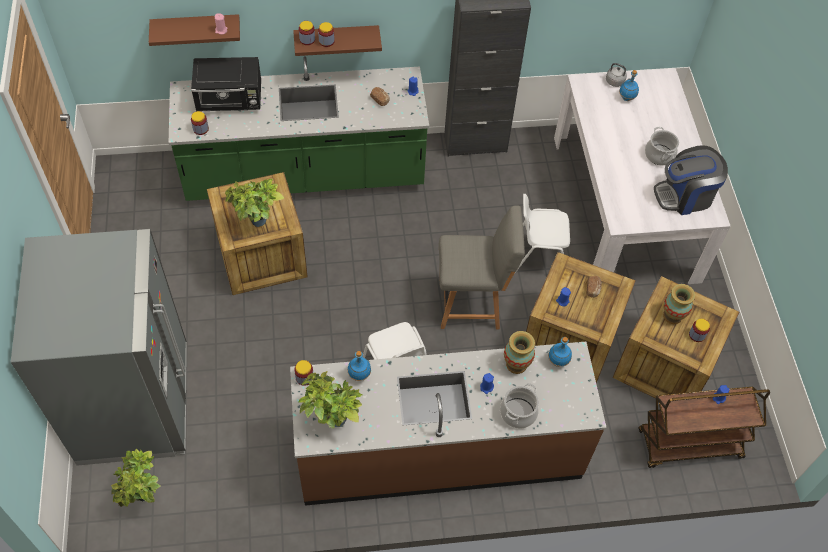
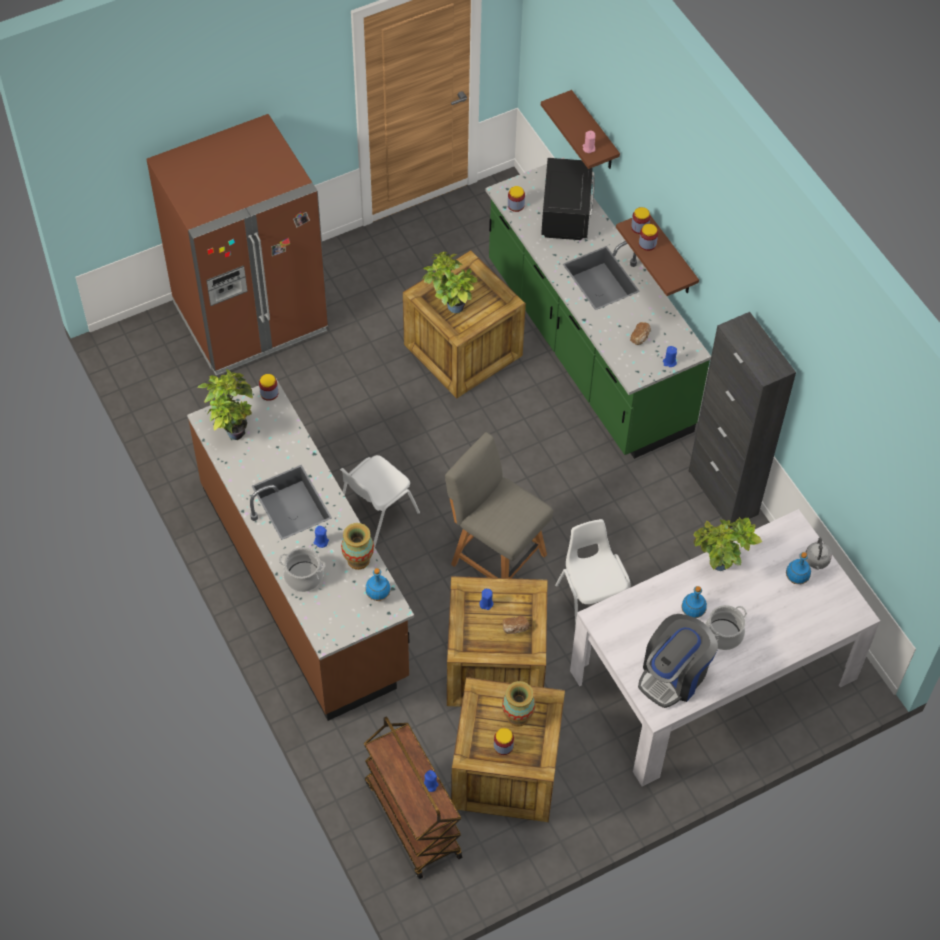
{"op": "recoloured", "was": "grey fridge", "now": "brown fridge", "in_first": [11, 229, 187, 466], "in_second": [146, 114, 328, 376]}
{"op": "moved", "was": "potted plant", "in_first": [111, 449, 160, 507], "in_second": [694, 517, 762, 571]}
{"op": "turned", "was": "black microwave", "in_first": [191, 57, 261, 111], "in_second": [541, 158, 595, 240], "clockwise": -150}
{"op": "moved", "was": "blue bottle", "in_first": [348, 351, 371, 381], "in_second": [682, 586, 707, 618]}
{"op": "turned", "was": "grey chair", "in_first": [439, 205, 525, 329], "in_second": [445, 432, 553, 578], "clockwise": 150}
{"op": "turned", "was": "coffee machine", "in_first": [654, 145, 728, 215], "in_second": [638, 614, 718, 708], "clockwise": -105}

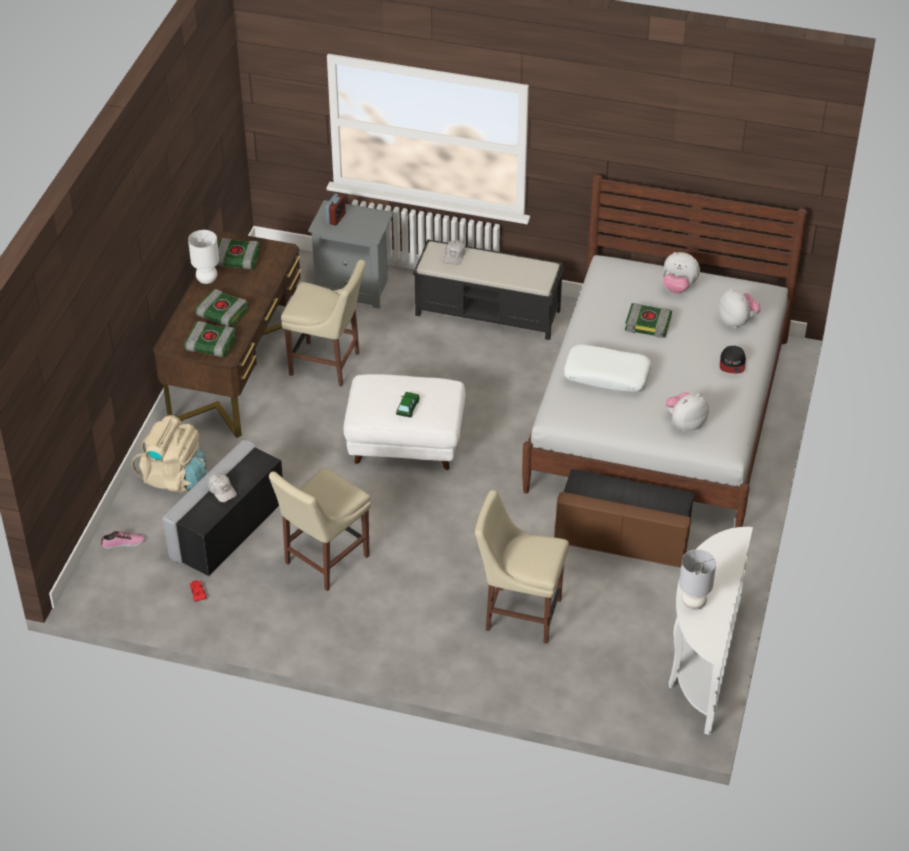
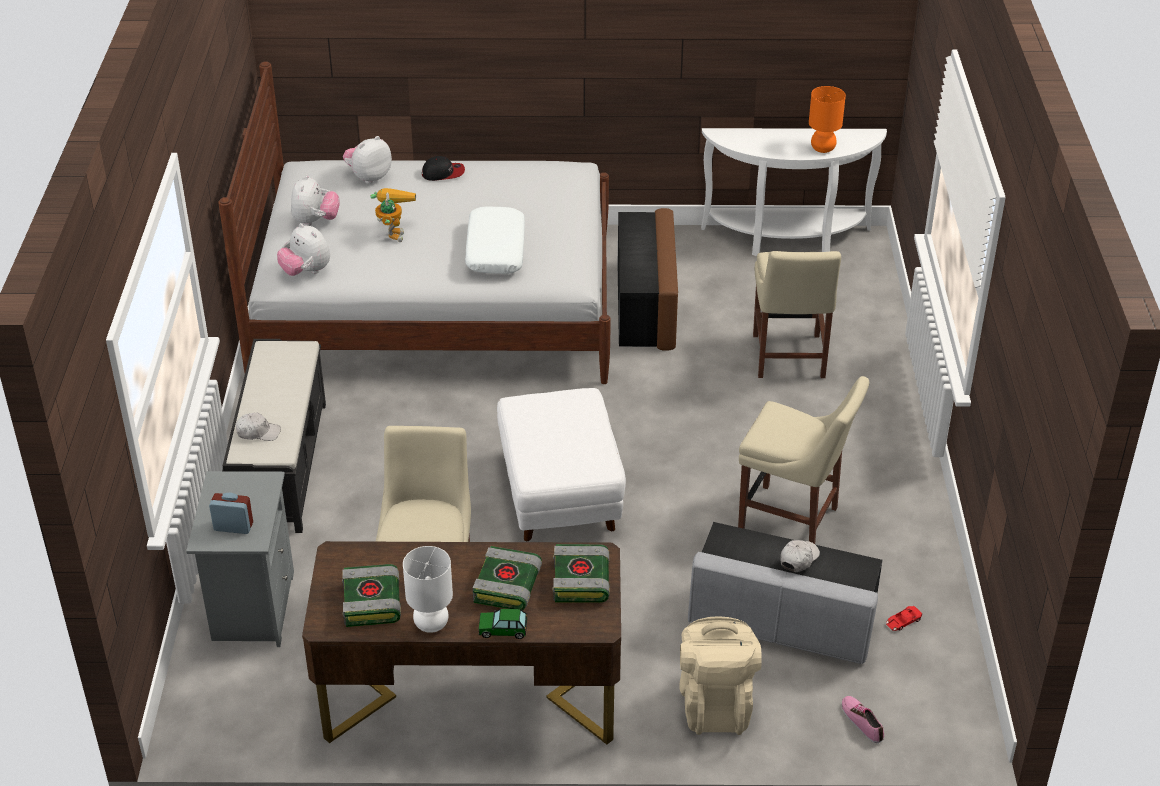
{"op": "moved", "was": "toy car", "in_first": [396, 392, 419, 418], "in_second": [478, 609, 527, 639]}
{"op": "replaced", "was": "book", "now": "toy robot", "in_first": [625, 303, 672, 338], "in_second": [370, 188, 416, 242]}
{"op": "moved", "was": "plush toy", "in_first": [666, 392, 709, 431], "in_second": [277, 223, 330, 276]}
{"op": "recoloured", "was": "grey table lamp", "now": "orange table lamp", "in_first": [679, 549, 716, 610], "in_second": [809, 86, 846, 153]}

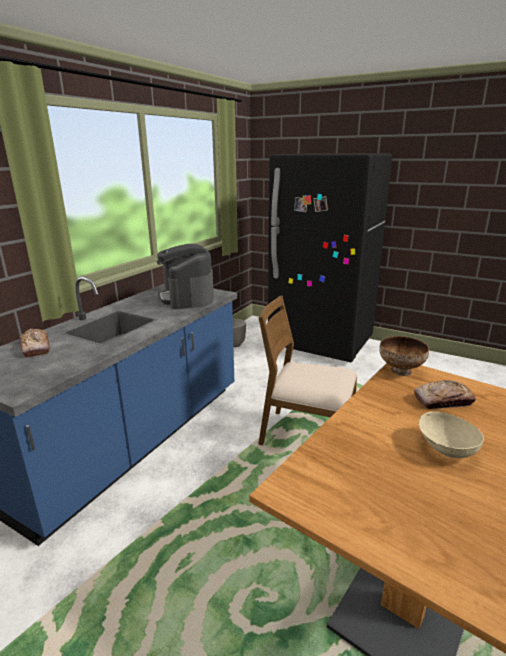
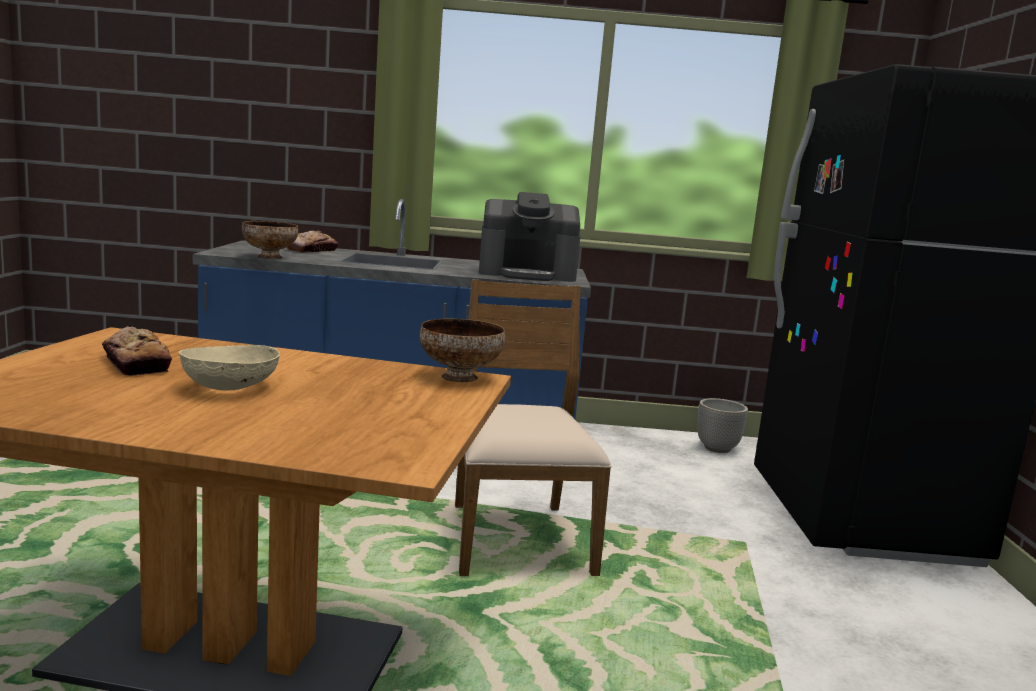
{"op": "turned", "was": "coffee machine", "in_first": [157, 244, 214, 309], "in_second": [479, 192, 580, 282], "clockwise": -135}
{"op": "moved", "was": "bread", "in_first": [414, 380, 476, 409], "in_second": [102, 326, 172, 376]}
{"op": "added", "now": "bowl", "in_second": [242, 221, 298, 259]}

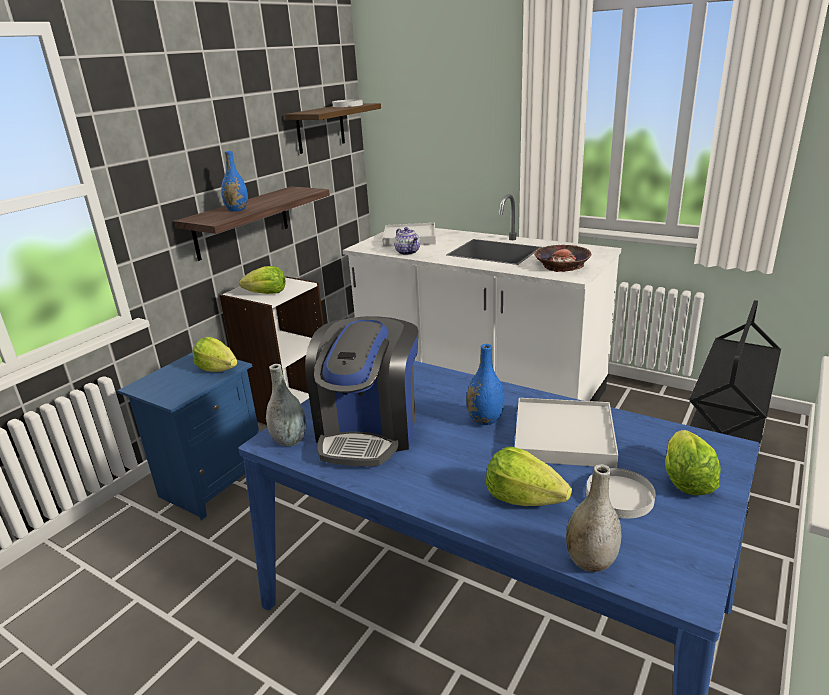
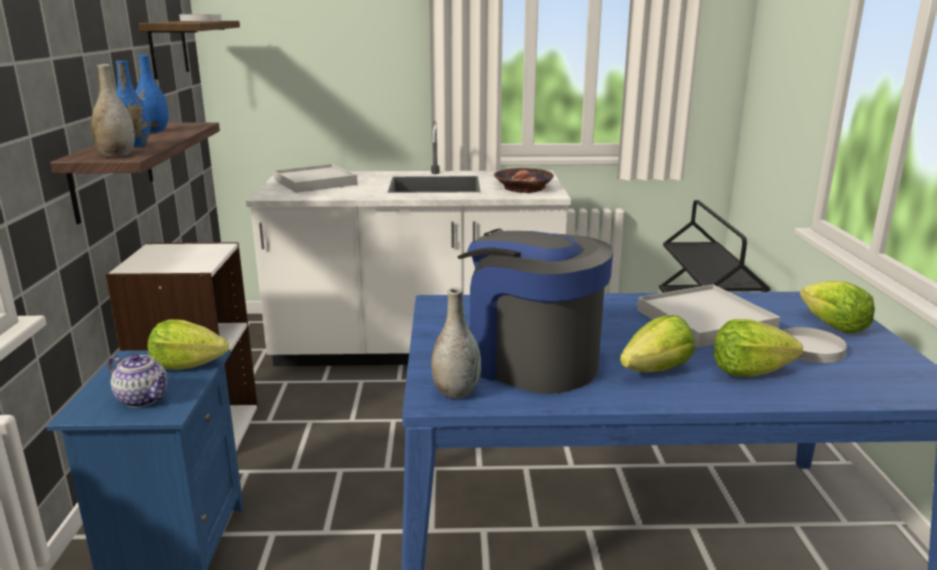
{"op": "moved", "was": "lettuce", "in_first": [239, 266, 286, 294], "in_second": [620, 315, 695, 372]}
{"op": "turned", "was": "coffee machine", "in_first": [305, 316, 418, 466], "in_second": [457, 229, 613, 394], "clockwise": 150}
{"op": "moved", "was": "teapot", "in_first": [394, 227, 420, 255], "in_second": [108, 353, 168, 407]}
{"op": "moved", "was": "blue vase", "in_first": [467, 344, 504, 425], "in_second": [135, 55, 168, 132]}
{"op": "moved", "was": "grey vase", "in_first": [566, 464, 621, 572], "in_second": [91, 64, 135, 157]}

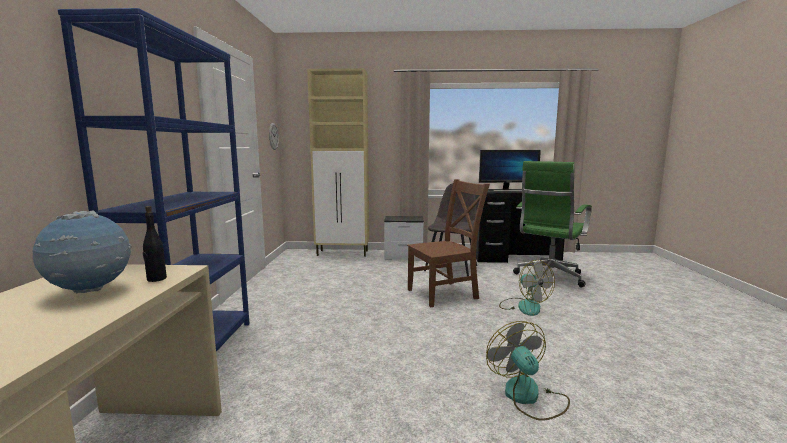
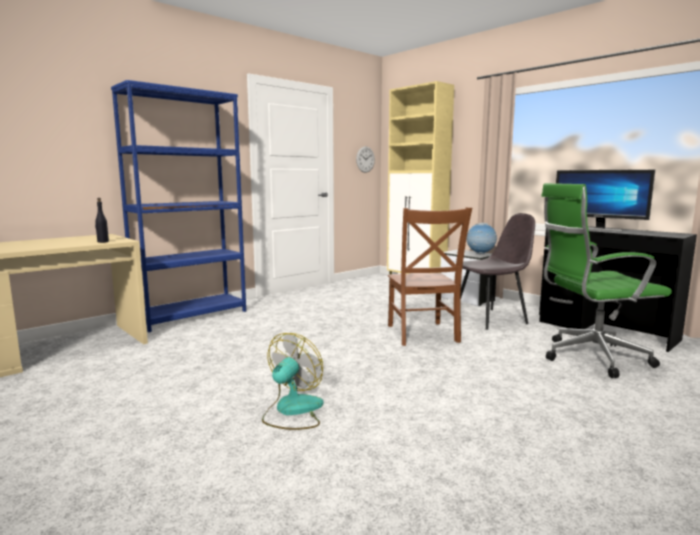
{"op": "moved", "was": "globe", "in_first": [33, 211, 132, 293], "in_second": [466, 223, 497, 254]}
{"op": "turned", "was": "brown chair", "in_first": [407, 179, 490, 307], "in_second": [388, 207, 472, 346], "clockwise": 60}
{"op": "removed", "was": "fan", "in_first": [499, 260, 555, 316]}

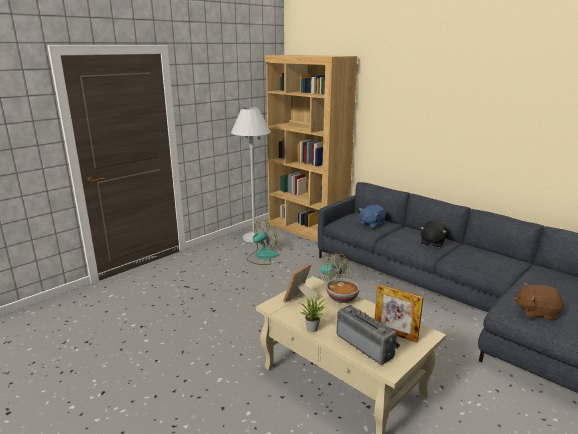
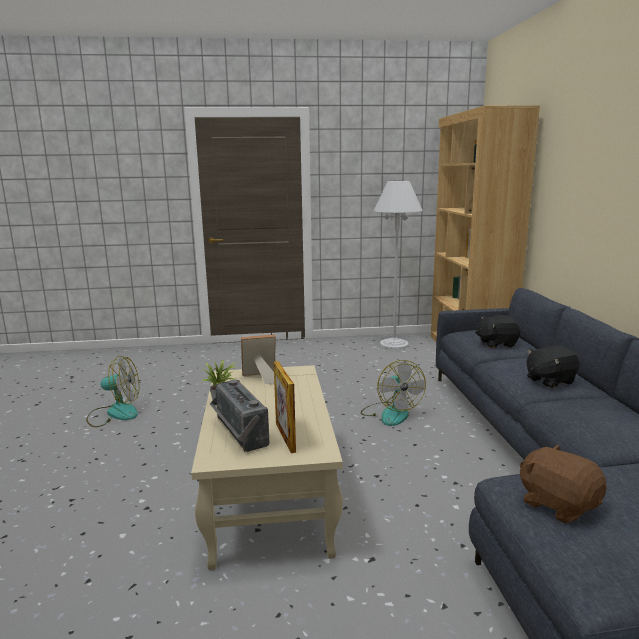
{"op": "moved", "was": "fan", "in_first": [247, 220, 279, 265], "in_second": [86, 356, 139, 427]}
{"op": "removed", "was": "bowl", "in_first": [326, 278, 360, 303]}
{"op": "turned", "was": "radio", "in_first": [337, 305, 400, 365], "in_second": [210, 380, 269, 452], "clockwise": 150}
{"op": "recoloured", "was": "blue plush toy", "now": "black plush toy", "in_first": [359, 205, 386, 229], "in_second": [475, 315, 521, 348]}

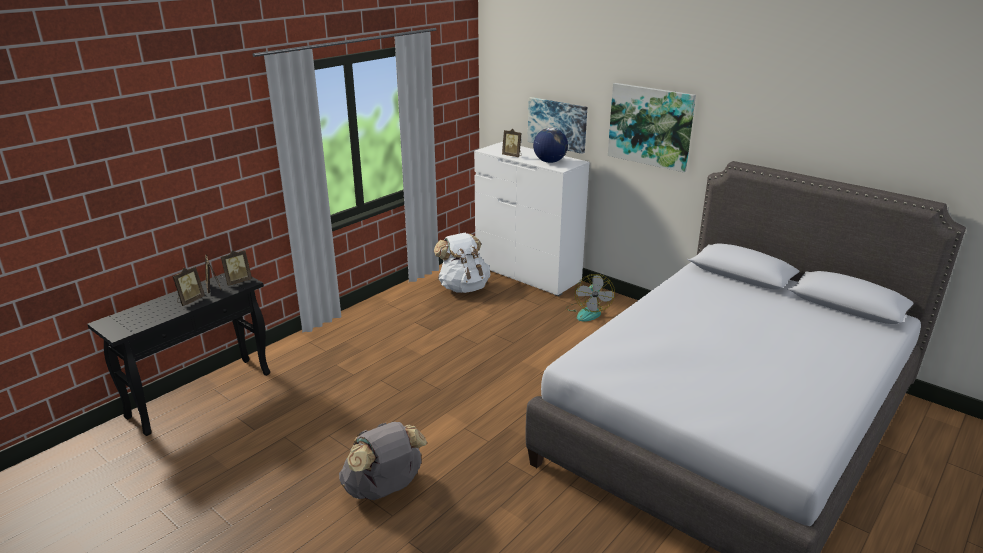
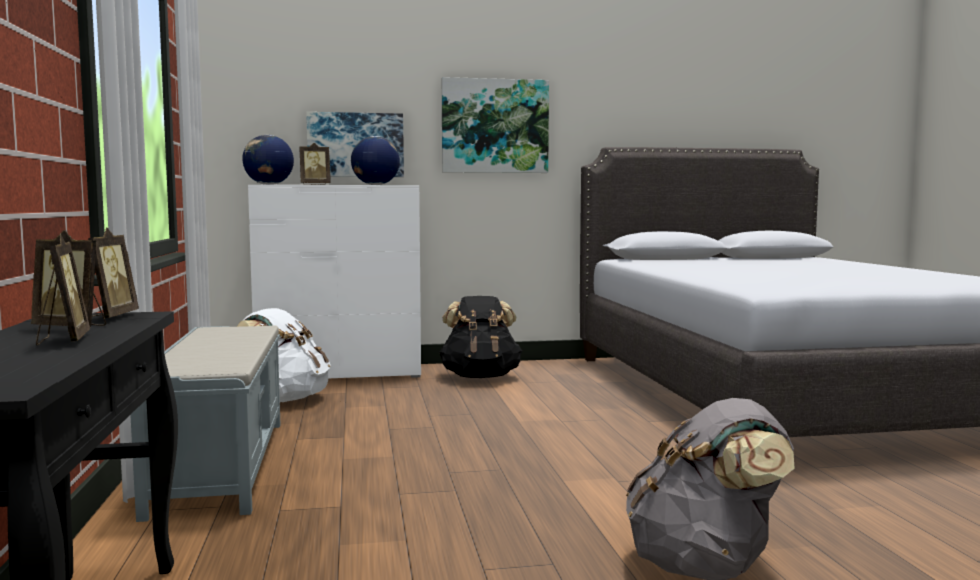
{"op": "replaced", "was": "fan", "now": "black backpack", "in_first": [566, 274, 615, 322], "in_second": [439, 296, 522, 378]}
{"op": "added", "now": "grey bench", "in_second": [130, 326, 280, 522]}
{"op": "added", "now": "globe", "in_second": [242, 135, 294, 185]}

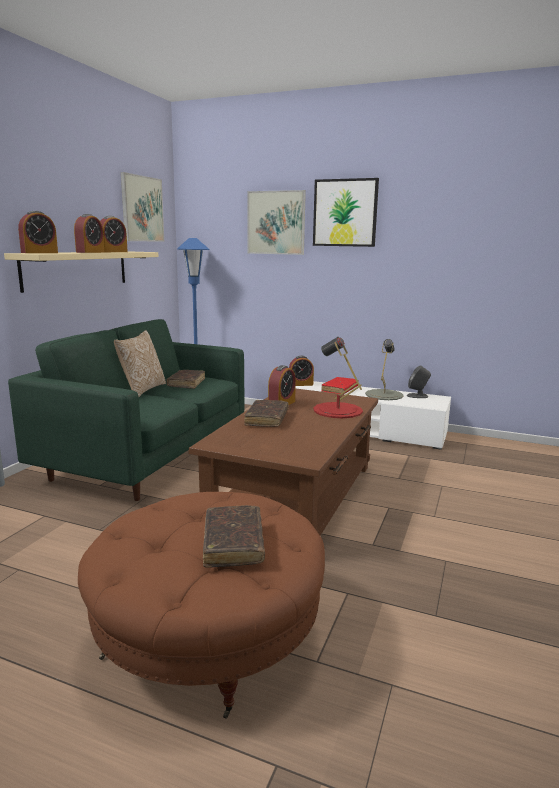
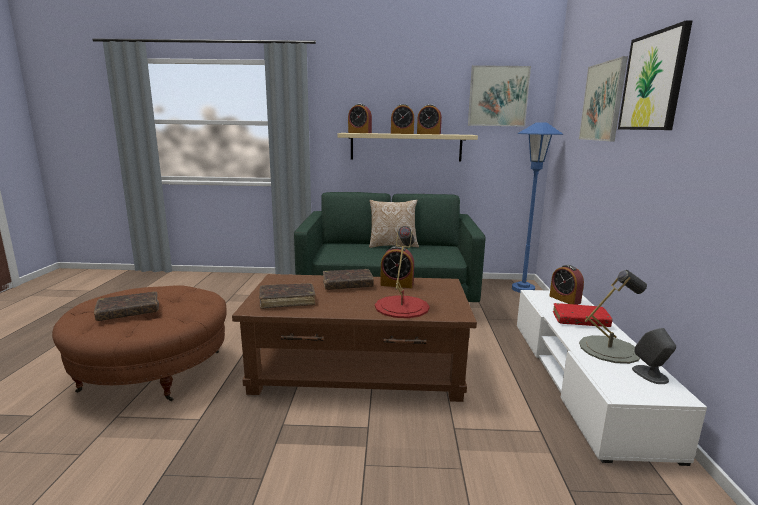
{"op": "moved", "was": "brown book", "in_first": [166, 370, 205, 389], "in_second": [259, 283, 315, 309]}

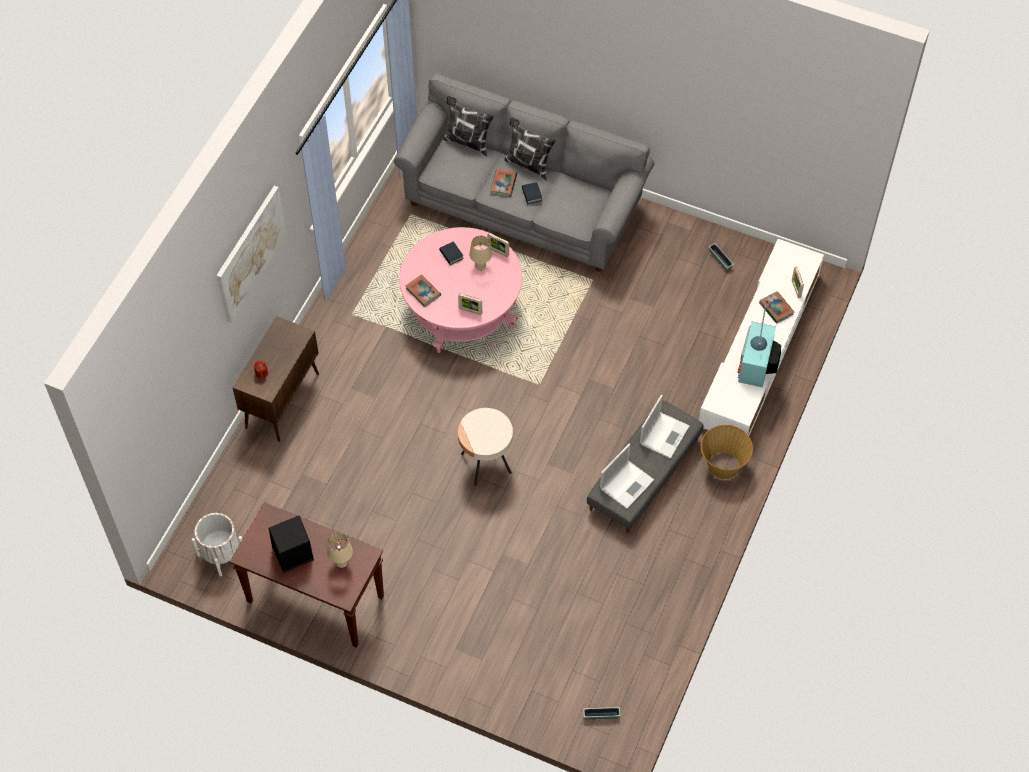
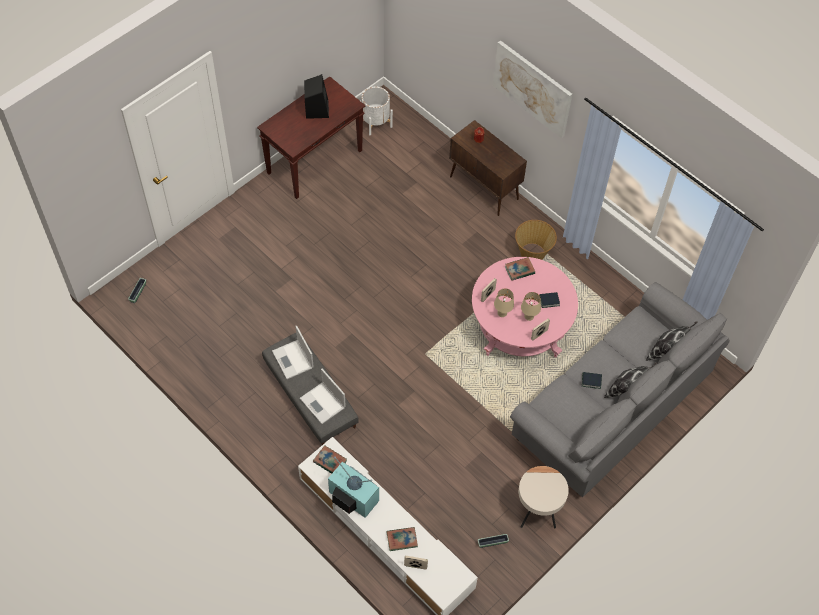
{"op": "moved", "was": "beige table lamp", "in_first": [327, 533, 353, 568], "in_second": [494, 288, 514, 317]}
{"op": "moved", "was": "beige side table", "in_first": [458, 408, 513, 486], "in_second": [518, 466, 569, 528]}
{"op": "moved", "was": "book", "in_first": [490, 168, 517, 197], "in_second": [313, 446, 347, 474]}
{"op": "moved", "was": "basket", "in_first": [700, 425, 753, 479], "in_second": [515, 220, 557, 260]}

